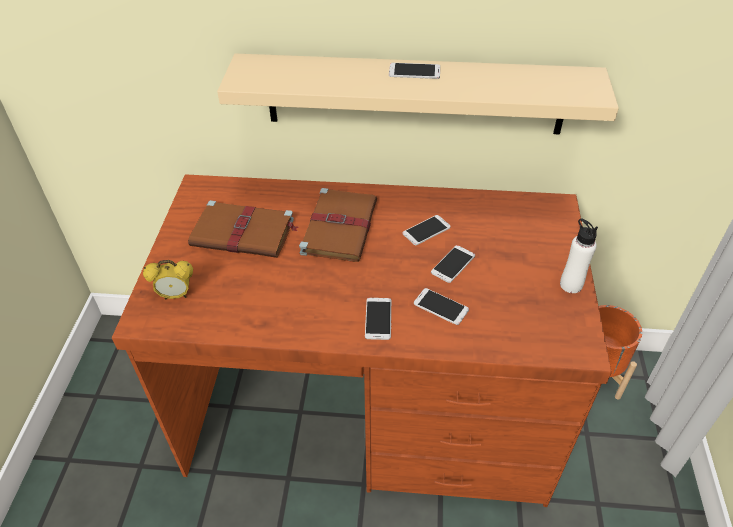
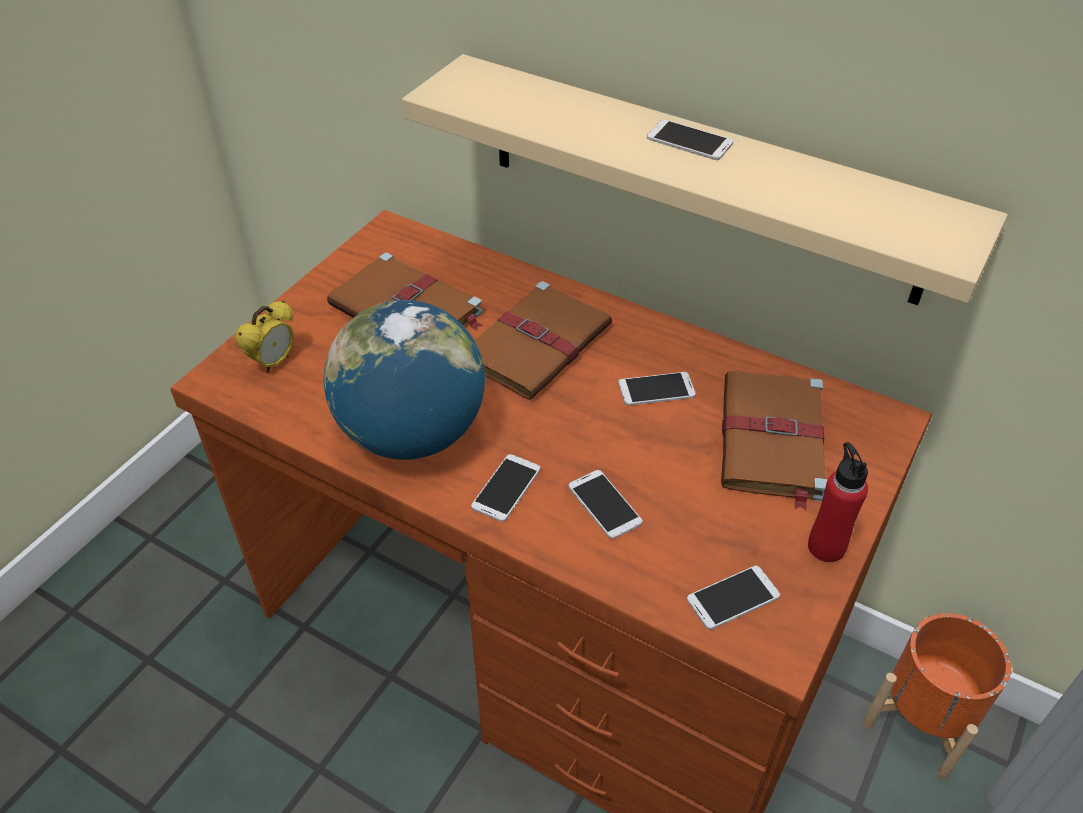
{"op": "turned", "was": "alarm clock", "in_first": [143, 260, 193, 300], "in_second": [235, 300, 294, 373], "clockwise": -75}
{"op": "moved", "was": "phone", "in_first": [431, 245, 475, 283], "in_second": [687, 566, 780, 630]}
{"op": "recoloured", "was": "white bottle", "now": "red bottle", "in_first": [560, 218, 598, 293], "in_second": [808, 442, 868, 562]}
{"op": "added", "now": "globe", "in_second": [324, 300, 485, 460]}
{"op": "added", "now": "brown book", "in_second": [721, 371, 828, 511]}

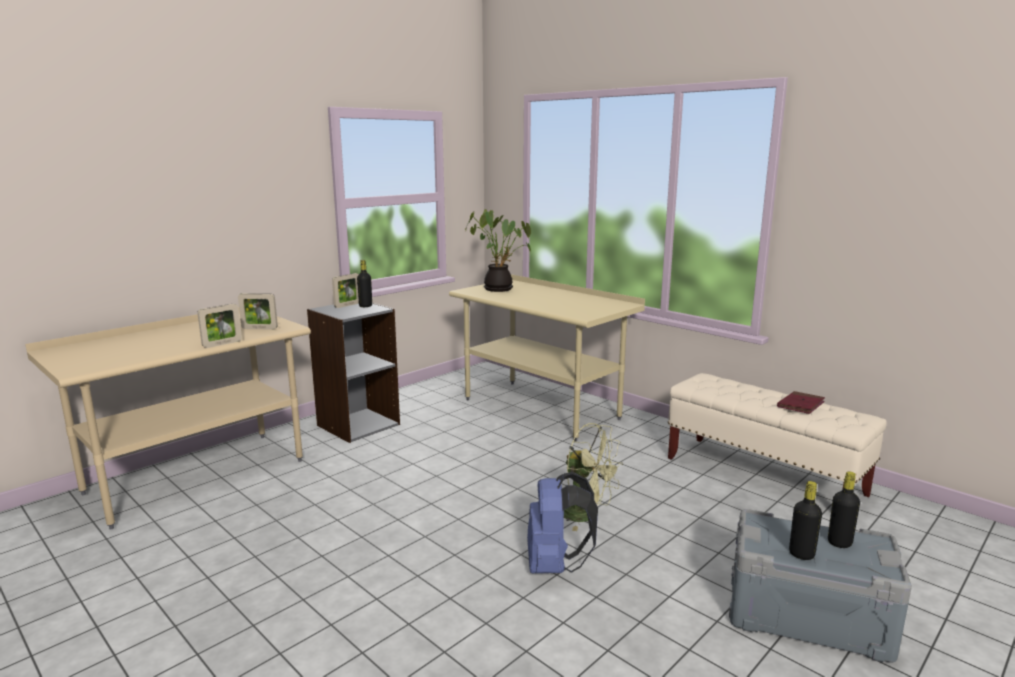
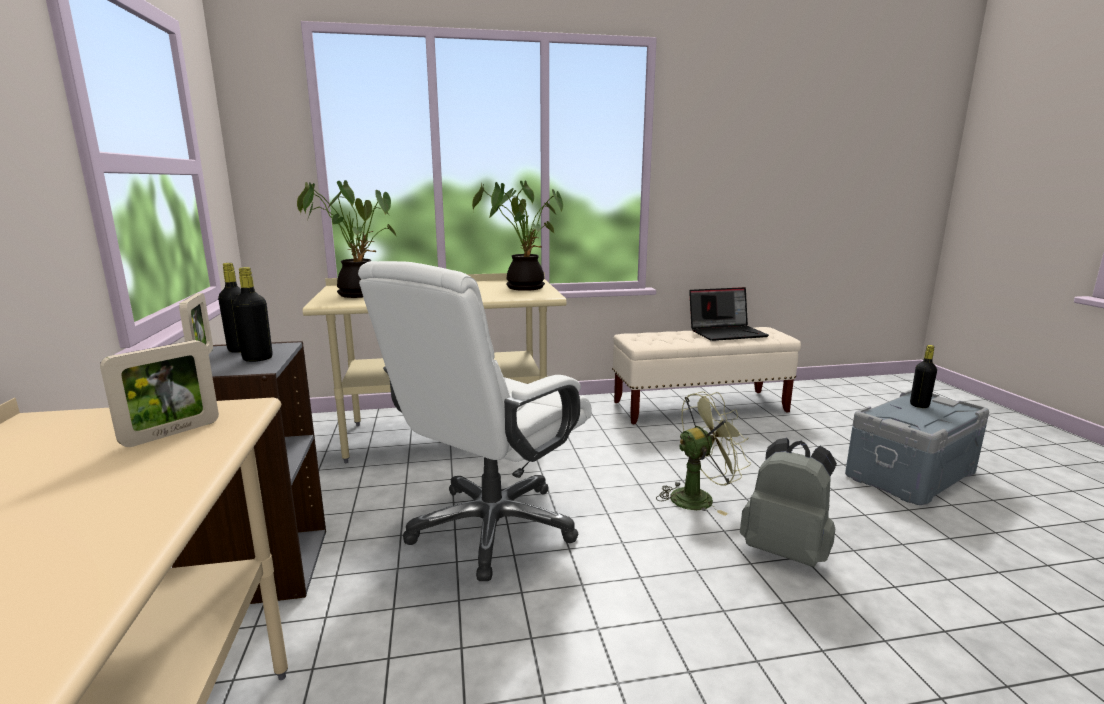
{"op": "removed", "was": "picture frame", "in_first": [197, 304, 242, 348]}
{"op": "recoloured", "was": "blue backpack", "now": "grey backpack", "in_first": [527, 472, 598, 573], "in_second": [740, 438, 837, 567]}
{"op": "replaced", "was": "red book", "now": "laptop", "in_first": [777, 391, 825, 414], "in_second": [689, 287, 769, 341]}
{"op": "moved", "was": "black bottle", "in_first": [789, 481, 822, 560], "in_second": [233, 267, 273, 362]}
{"op": "added", "now": "white office chair", "in_second": [358, 261, 592, 581]}
{"op": "added", "now": "potted plant", "in_second": [472, 180, 563, 291]}

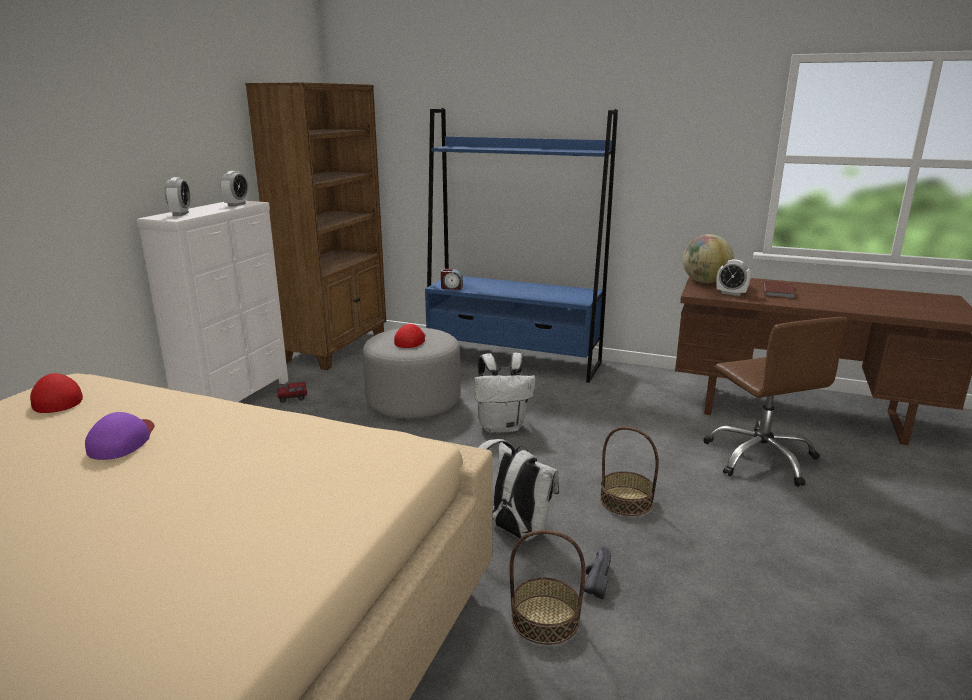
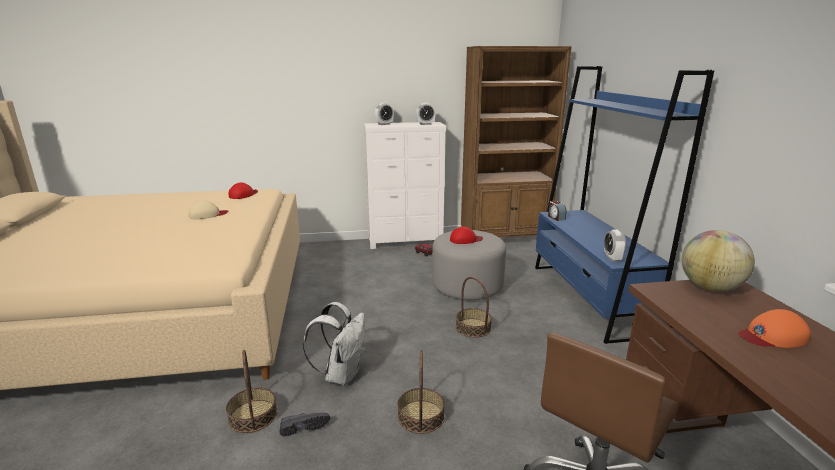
{"op": "recoloured", "was": "purple cap", "now": "beige cap", "in_first": [85, 412, 154, 460], "in_second": [188, 200, 228, 219]}
{"op": "replaced", "was": "white backpack", "now": "basket", "in_first": [474, 352, 536, 433], "in_second": [456, 277, 492, 338]}
{"op": "moved", "was": "alarm clock", "in_first": [716, 259, 751, 296], "in_second": [604, 230, 626, 262]}
{"op": "replaced", "was": "brown book", "now": "orange cap", "in_first": [763, 281, 796, 299], "in_second": [738, 309, 811, 348]}

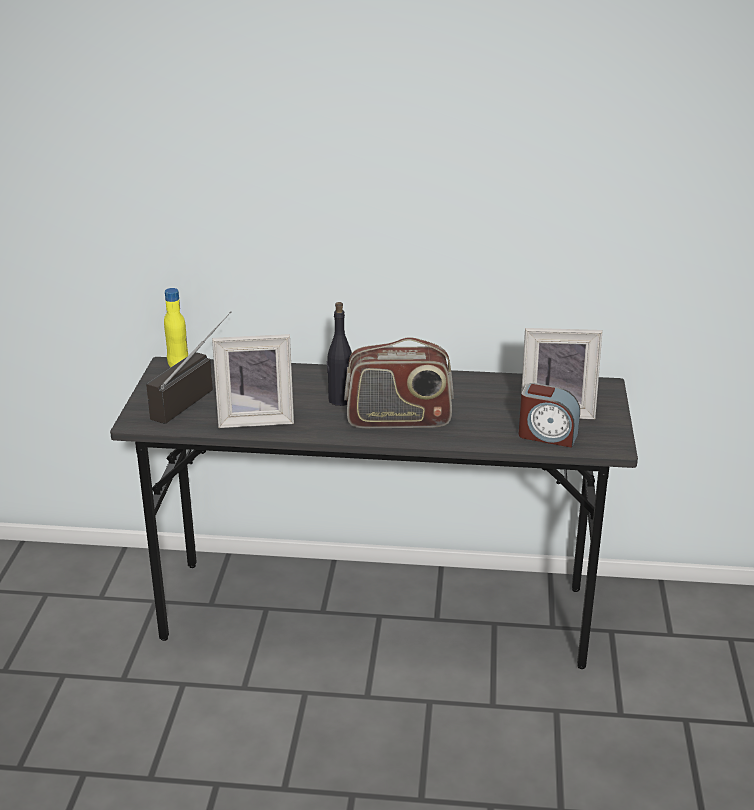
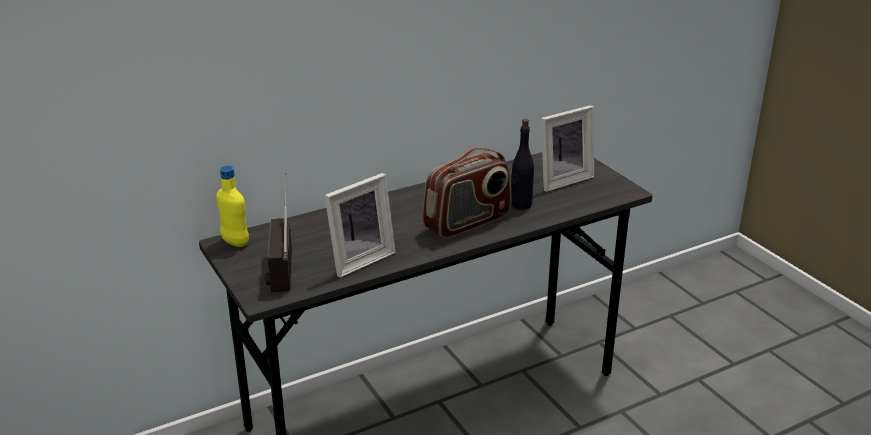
{"op": "moved", "was": "black bottle", "in_first": [327, 302, 352, 406], "in_second": [511, 119, 534, 210]}
{"op": "removed", "was": "alarm clock", "in_first": [519, 383, 580, 448]}

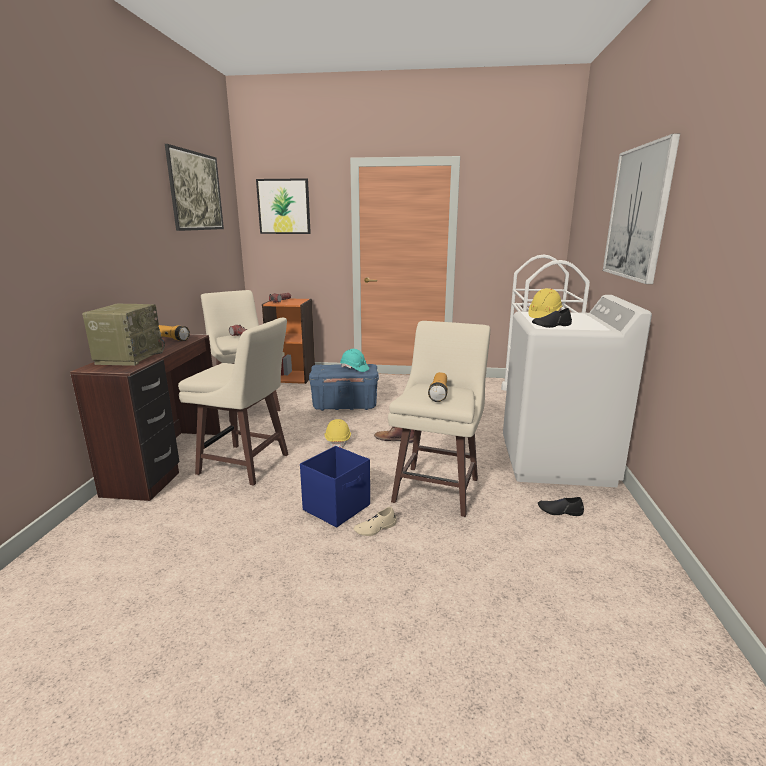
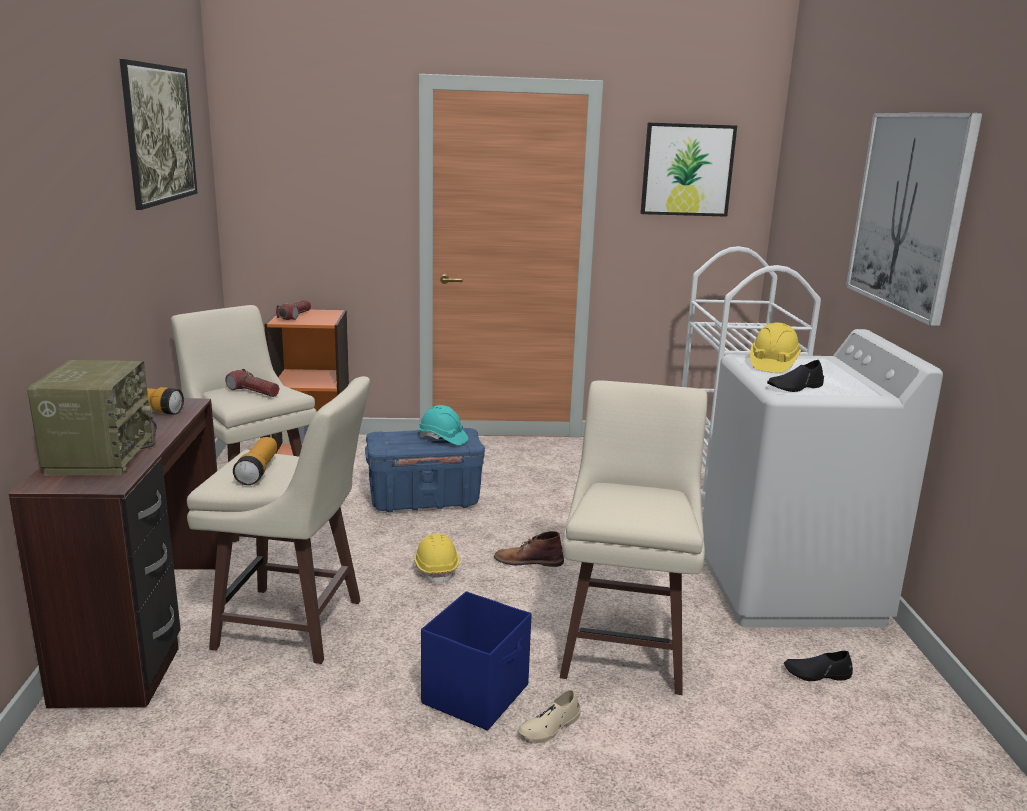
{"op": "moved", "was": "picture", "in_first": [256, 178, 311, 234], "in_second": [640, 123, 737, 217]}
{"op": "moved", "was": "flashlight", "in_first": [428, 372, 448, 402], "in_second": [233, 437, 277, 485]}

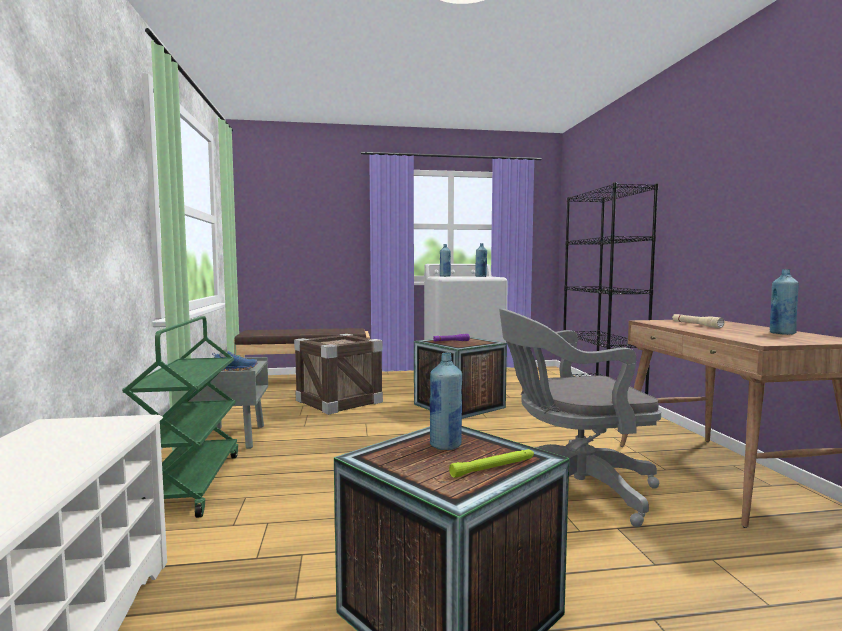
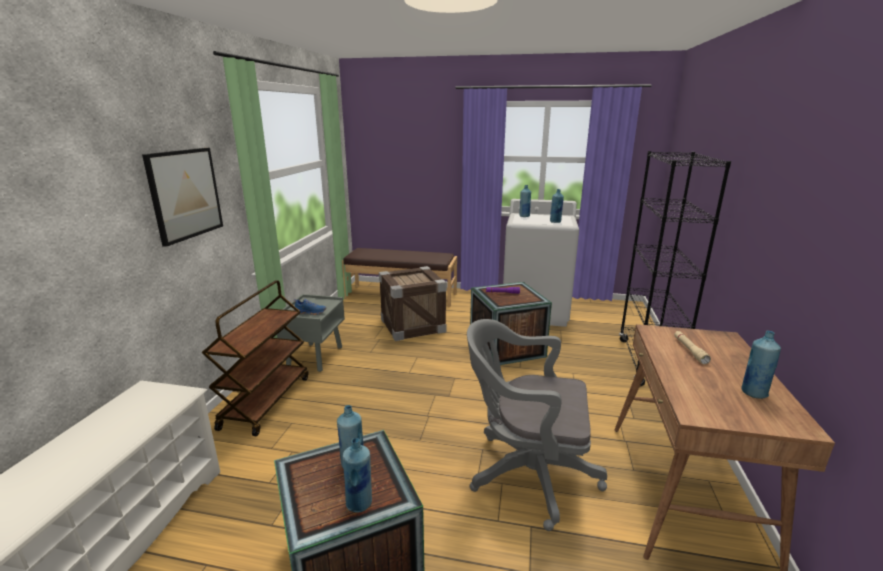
{"op": "recoloured", "was": "green cart", "now": "brown cart", "in_first": [122, 316, 238, 518], "in_second": [202, 280, 308, 436]}
{"op": "replaced", "was": "green flashlight", "now": "blue bottle", "in_first": [449, 449, 534, 478], "in_second": [343, 438, 372, 513]}
{"op": "added", "now": "picture", "in_second": [142, 148, 223, 247]}

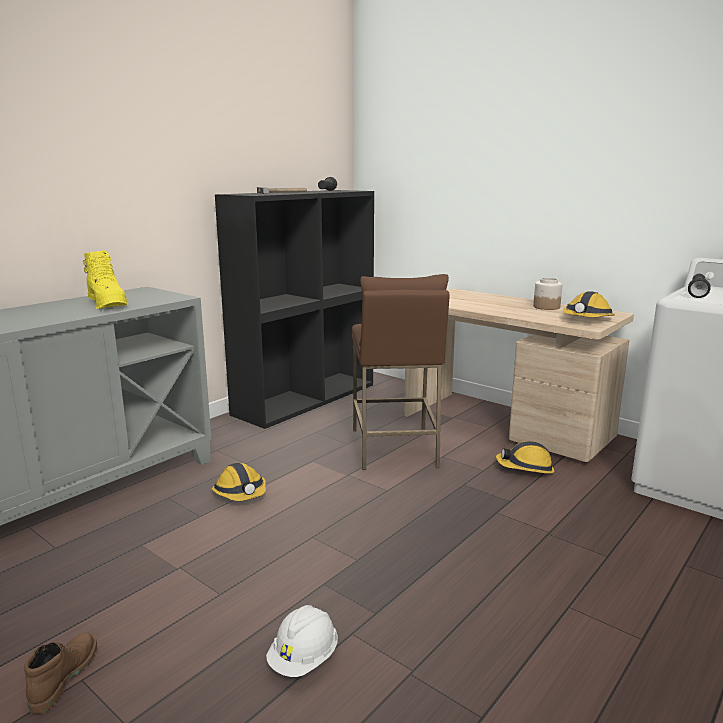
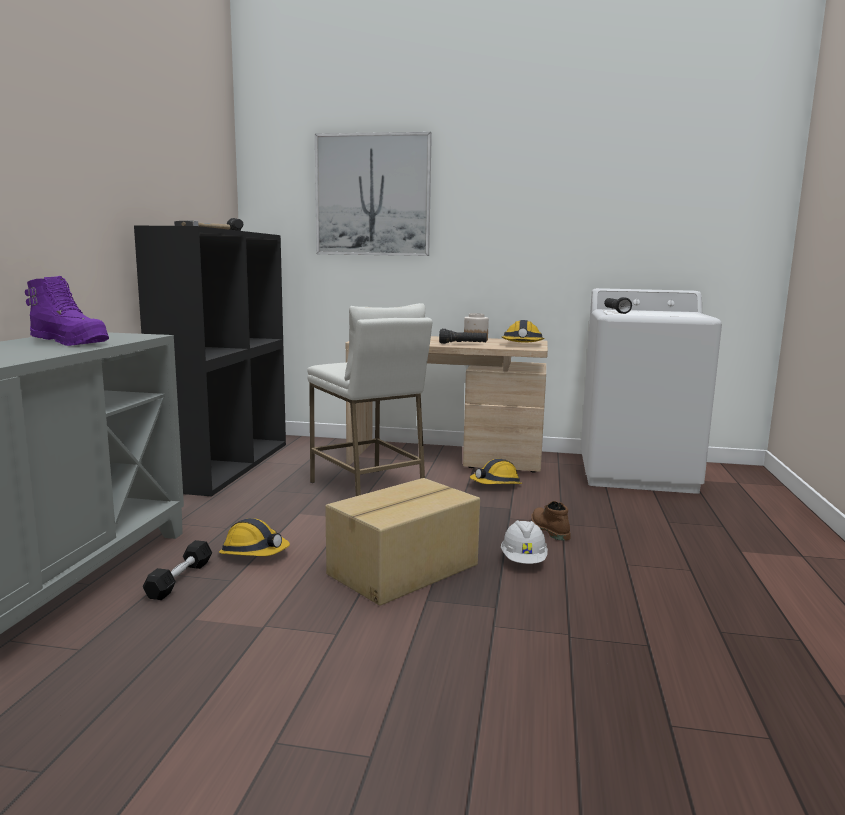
{"op": "moved", "was": "brown boot", "in_first": [24, 632, 97, 714], "in_second": [531, 501, 571, 541]}
{"op": "recoloured", "was": "yellow boot", "now": "purple boot", "in_first": [83, 250, 128, 309], "in_second": [25, 276, 109, 346]}
{"op": "moved", "was": "white hard hat", "in_first": [266, 605, 338, 677], "in_second": [501, 520, 548, 564]}
{"op": "recoloured", "was": "brown stool", "now": "white stool", "in_first": [352, 274, 450, 470], "in_second": [307, 303, 432, 496]}
{"op": "added", "now": "black dumbbell", "in_second": [143, 540, 212, 600]}
{"op": "added", "now": "picture", "in_second": [315, 132, 432, 256]}
{"op": "added", "now": "cardboard box", "in_second": [325, 478, 480, 606]}
{"op": "added", "now": "black flashlight", "in_second": [439, 329, 487, 344]}

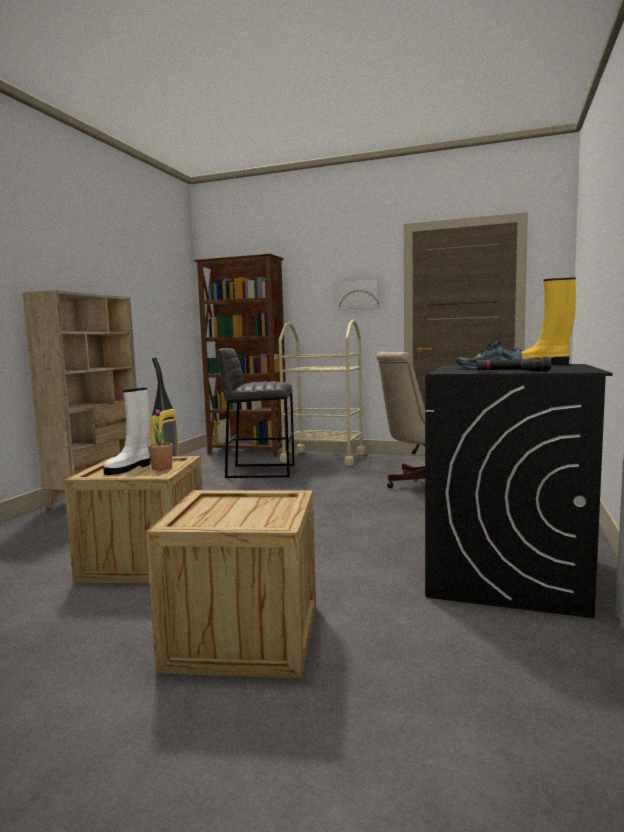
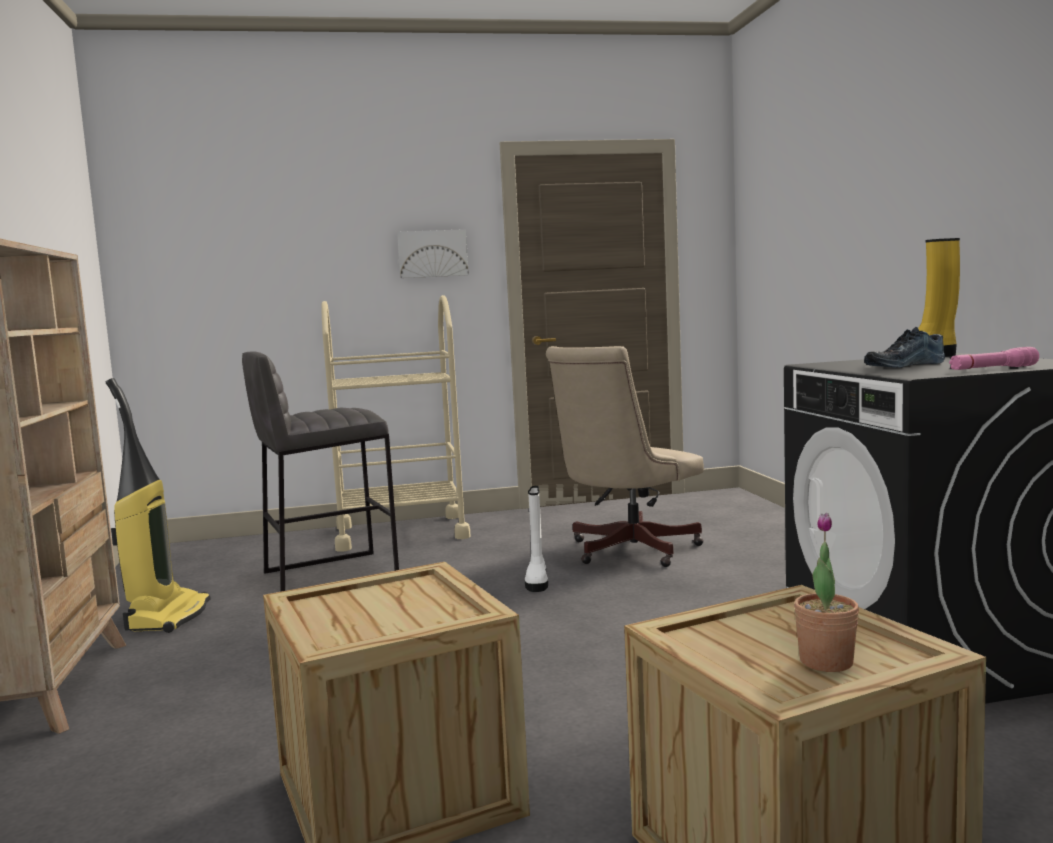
{"op": "moved", "was": "white boot", "in_first": [103, 388, 150, 475], "in_second": [525, 486, 548, 592]}
{"op": "moved", "was": "potted plant", "in_first": [148, 409, 173, 470], "in_second": [794, 513, 859, 672]}
{"op": "removed", "was": "brown bookcase", "in_first": [193, 254, 286, 457]}
{"op": "recoloured", "was": "black flashlight", "now": "pink flashlight", "in_first": [476, 357, 551, 371], "in_second": [949, 347, 1039, 370]}

